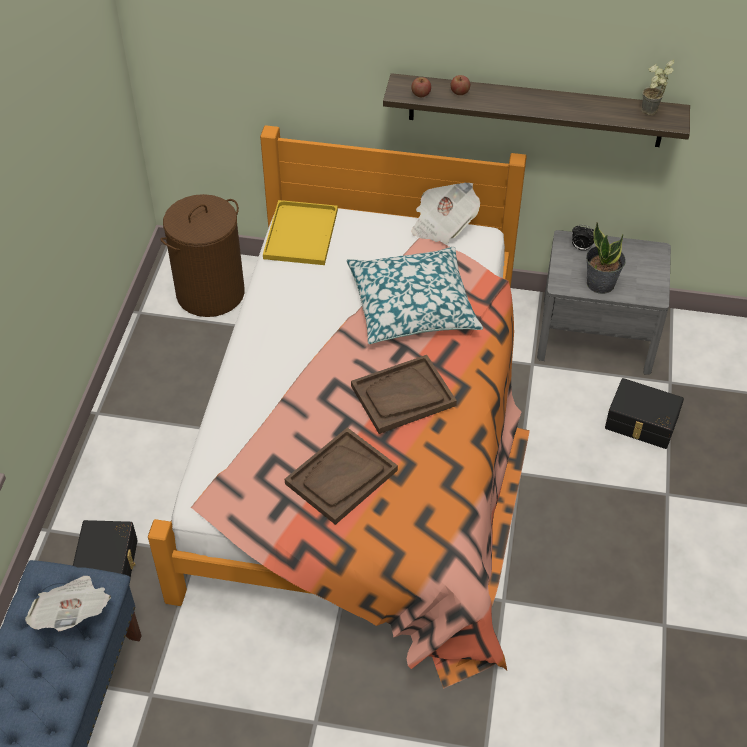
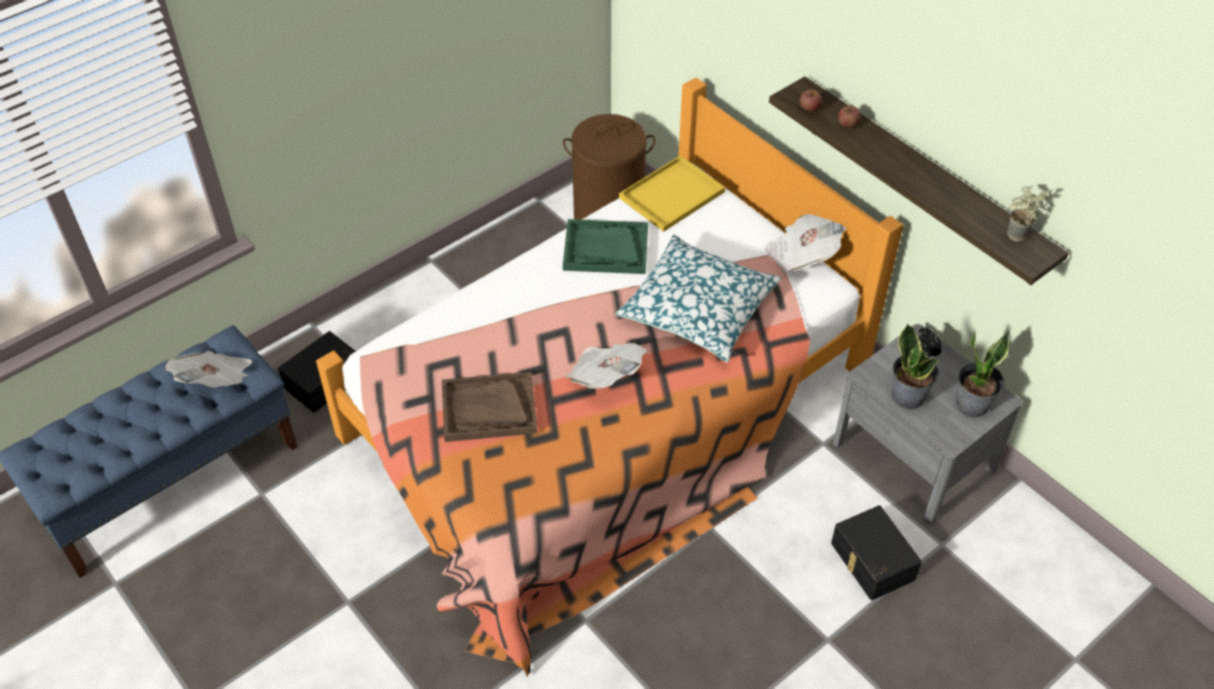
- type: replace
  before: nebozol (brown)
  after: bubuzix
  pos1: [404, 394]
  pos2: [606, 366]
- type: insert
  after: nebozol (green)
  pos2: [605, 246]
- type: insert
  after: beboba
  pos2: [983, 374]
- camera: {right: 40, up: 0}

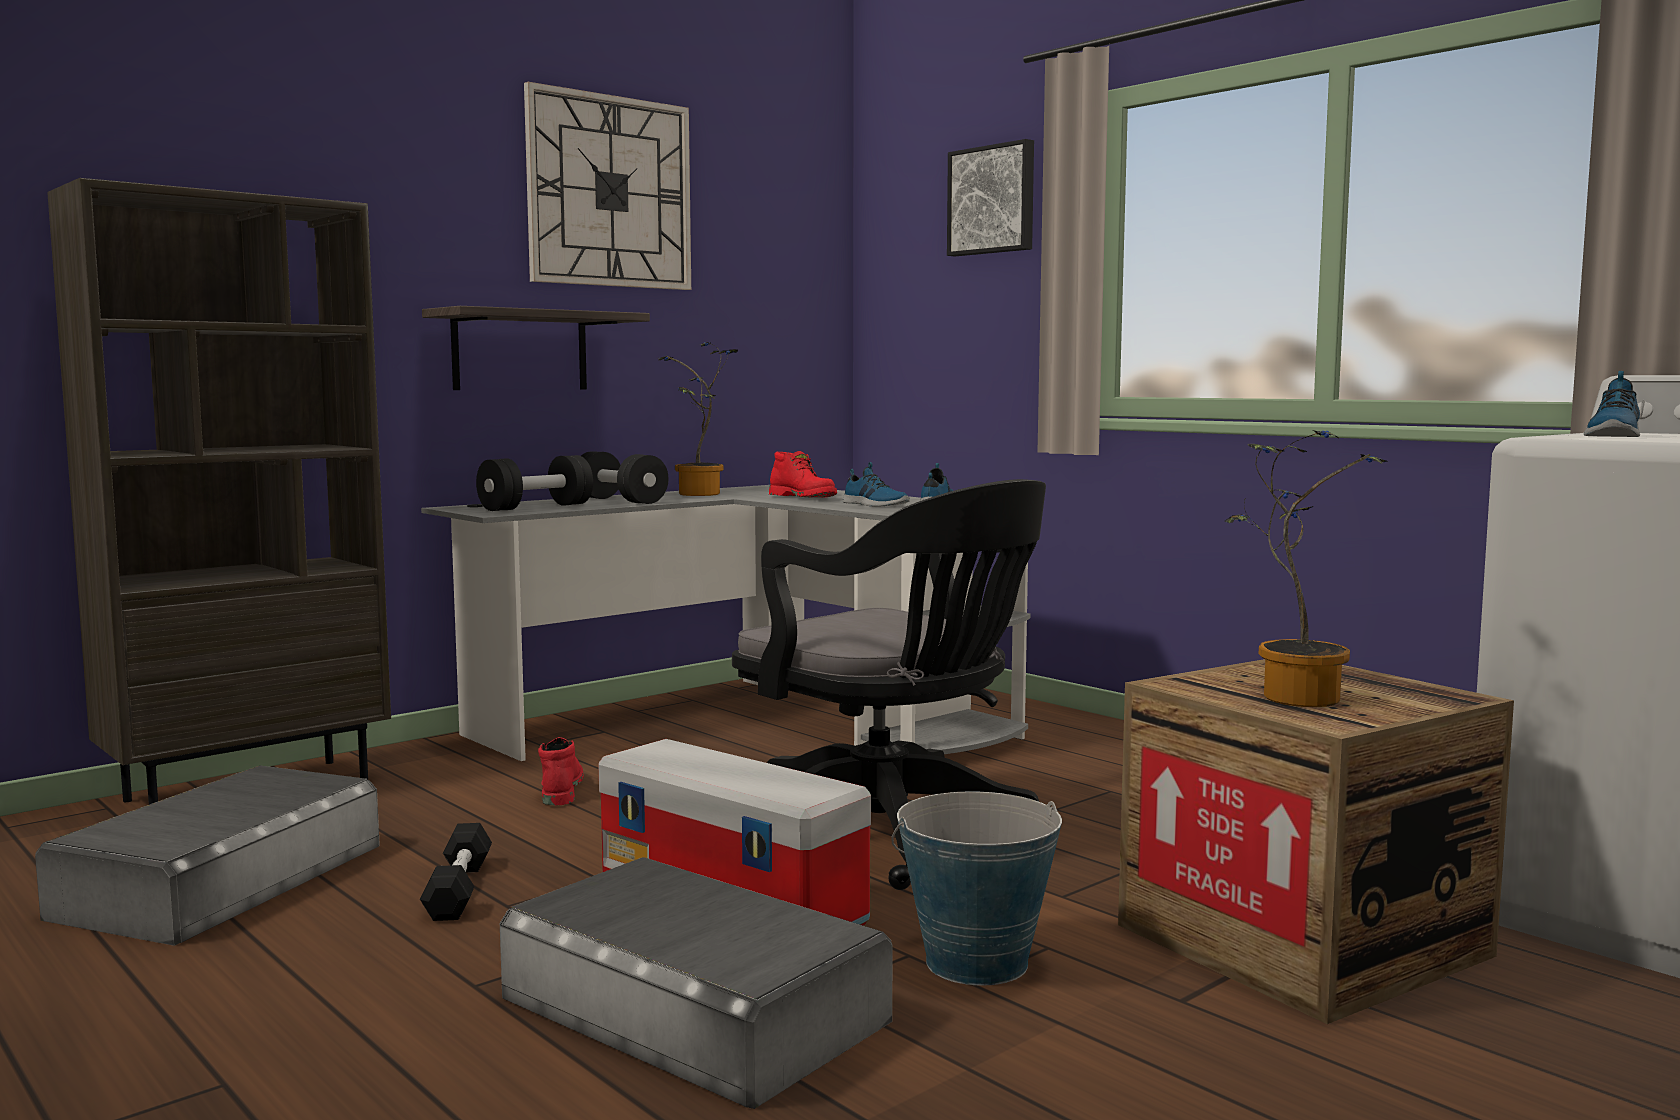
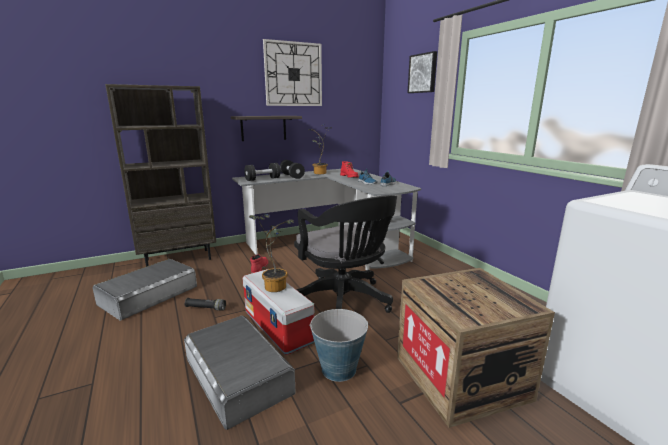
- type: replace
  before: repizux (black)
  after: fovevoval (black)
  pos1: [456, 872]
  pos2: [205, 304]
- type: move
  before: beboba
  pos1: [1306, 568]
  pos2: [271, 252]
- type: delete
  before: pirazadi
  pos1: [1612, 404]
- camera: {right: 15, up: 10}

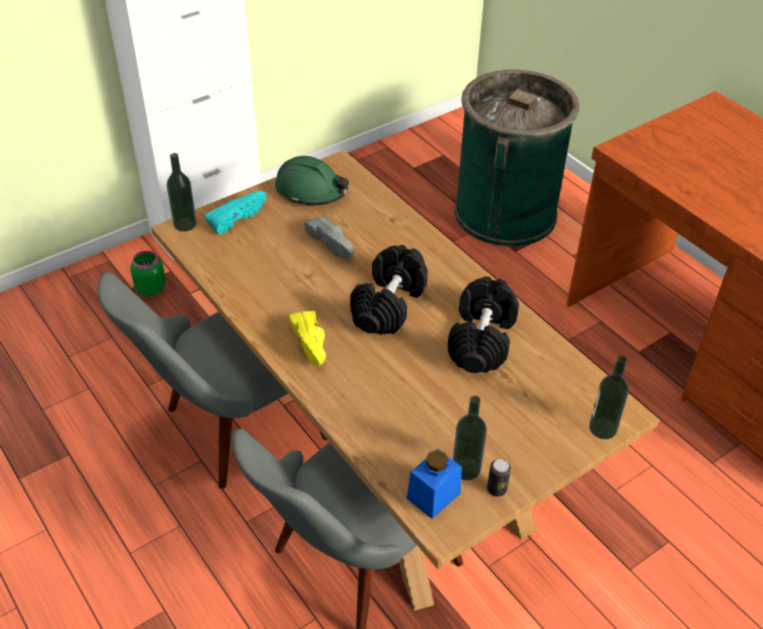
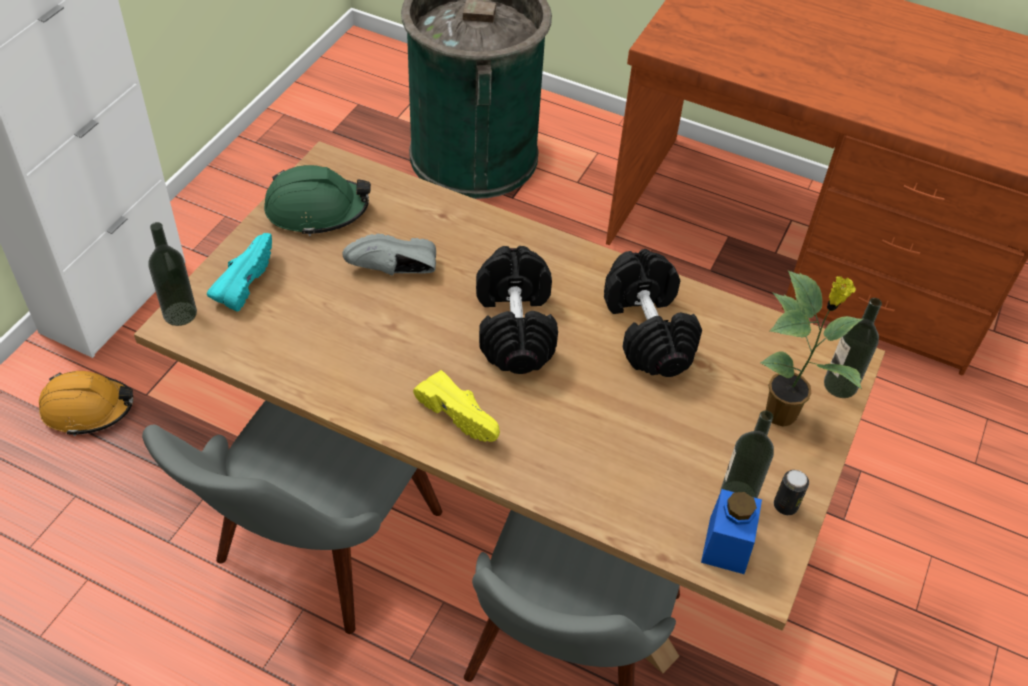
- type: replace
  before: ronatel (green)
  after: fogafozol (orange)
  pos1: [148, 274]
  pos2: [86, 403]
- type: rotate
  before: pirazadi (grey)
  pos1: [329, 236]
  pos2: [389, 255]
  turn: 150
- type: insert
  after: beboba
  pos2: [811, 348]
- camera: {right: -30, up: 5}

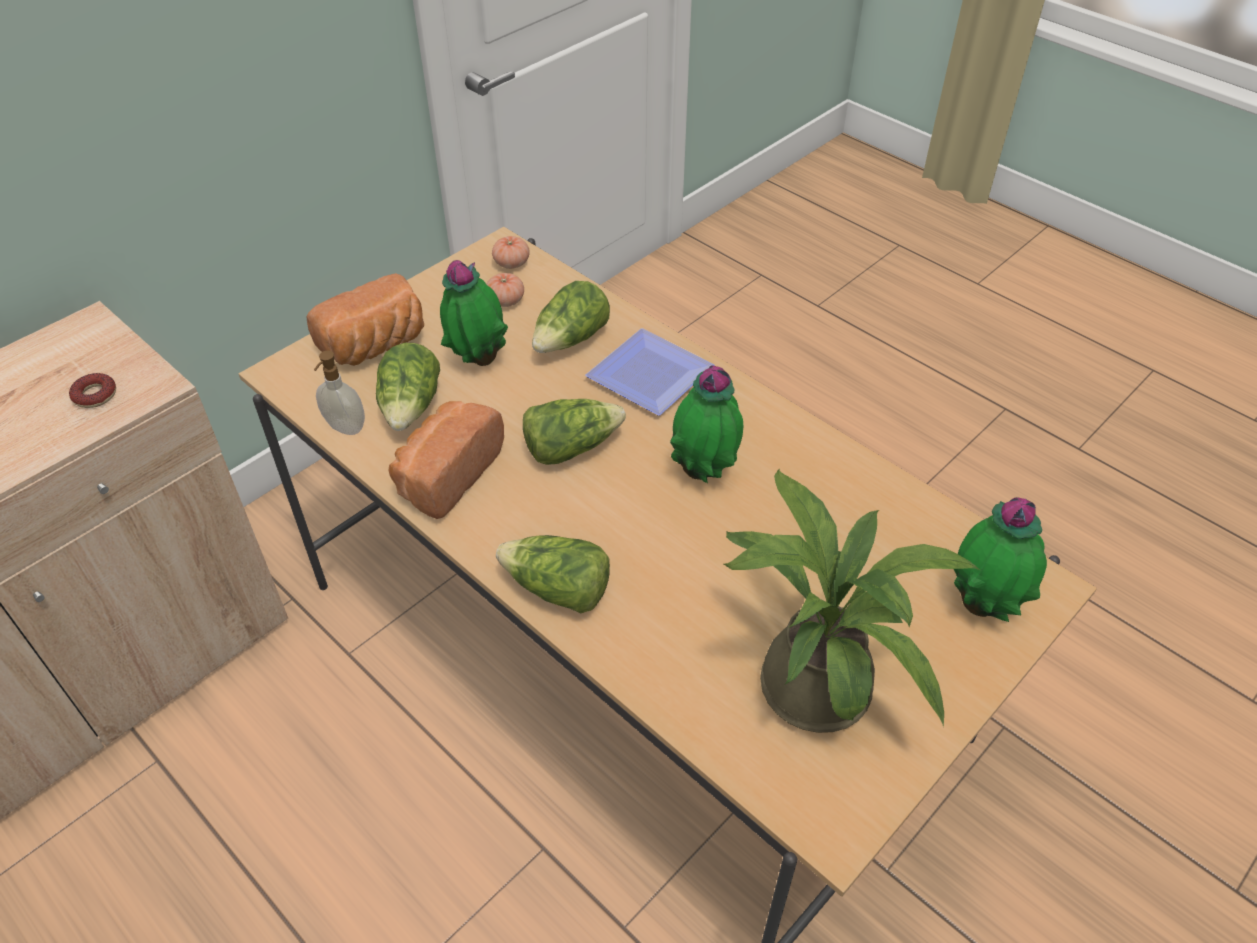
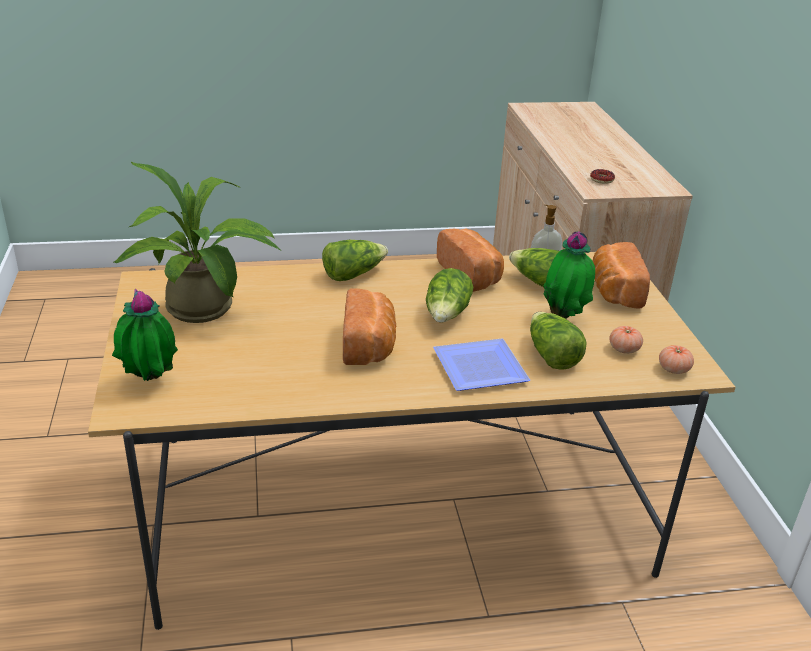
- type: replace
  before: beboba
  after: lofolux
  pos1: [707, 424]
  pos2: [369, 326]
- camera: {right: 125, up: -15}

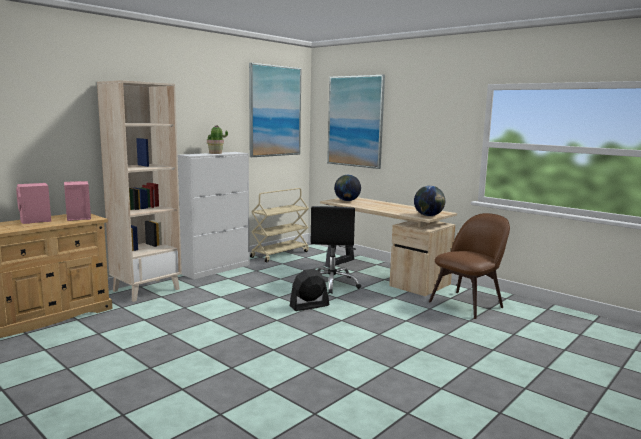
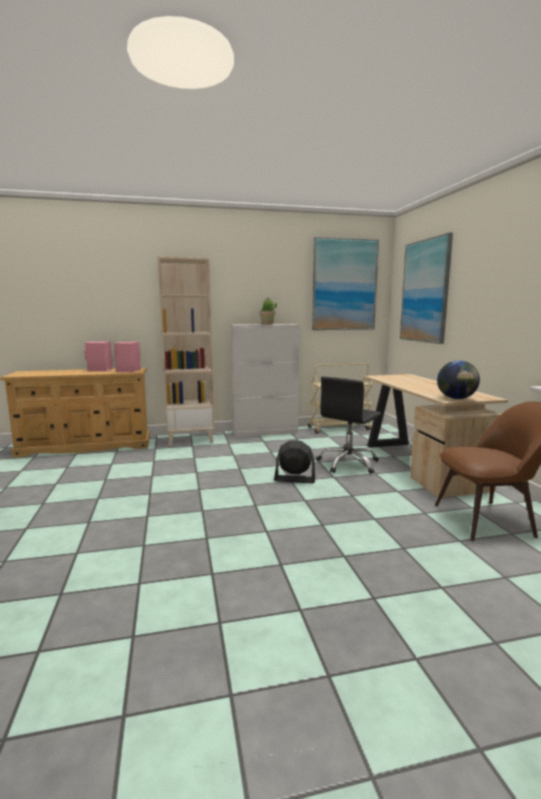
- type: delete
  before: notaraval
  pos1: [347, 188]
- camera: {right: 35, up: 0}

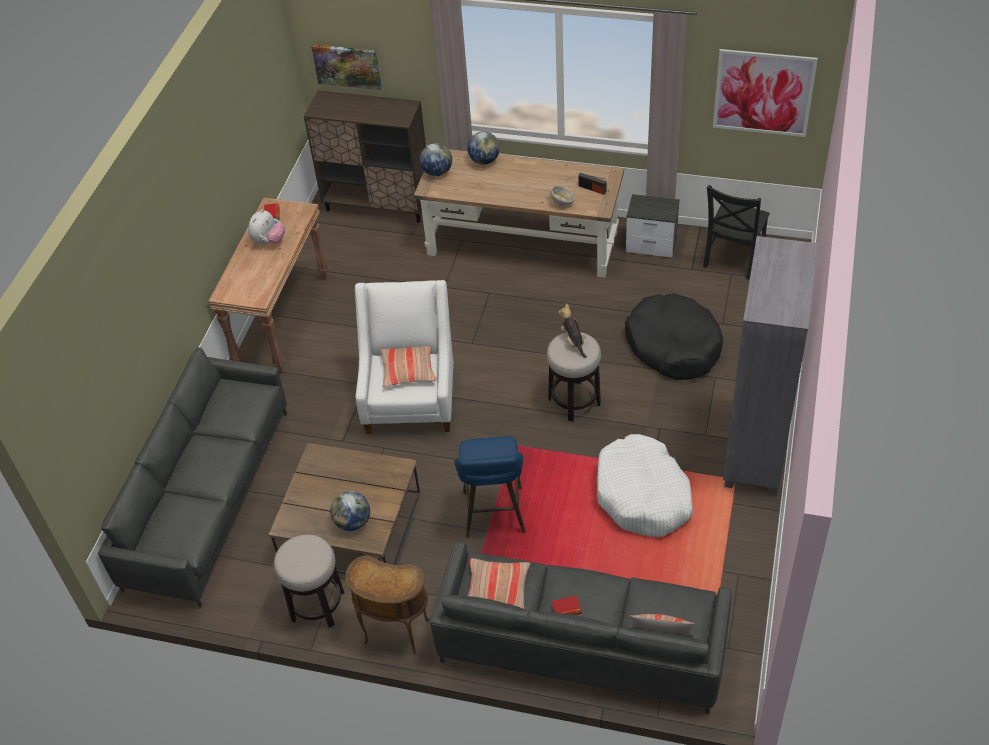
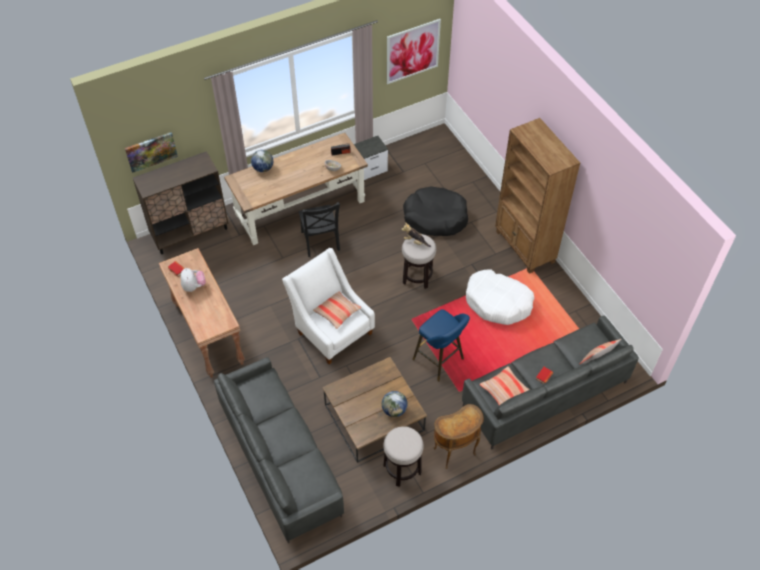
- type: delete
  before: notaraval
  pos1: [436, 159]
- type: move
  before: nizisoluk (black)
  pos1: [736, 232]
  pos2: [319, 229]
- type: recolor
  before: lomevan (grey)
  after: lomevan (brown)
  pos1: [770, 366]
  pos2: [537, 196]
- camera: {right: -45, up: 5}

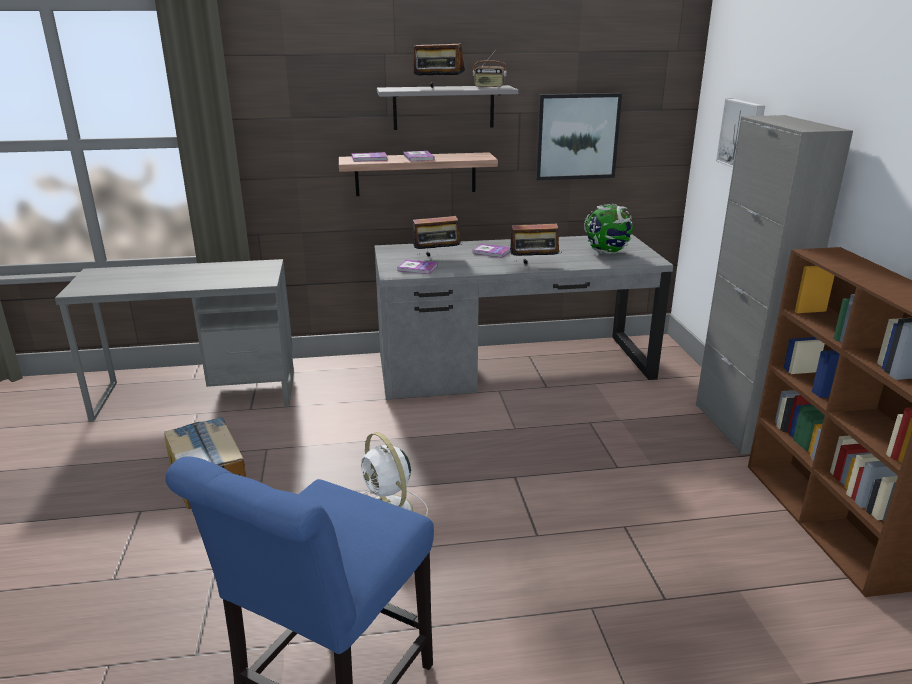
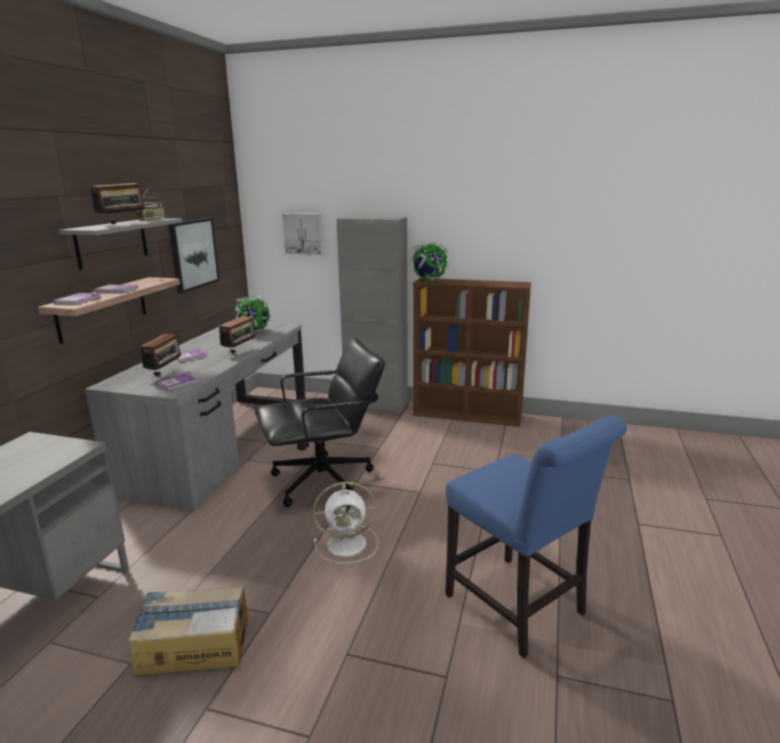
- type: insert
  after: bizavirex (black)
  pos2: [320, 422]
- type: insert
  after: notaraval
  pos2: [429, 261]
- camera: {right: -65, up: -5}

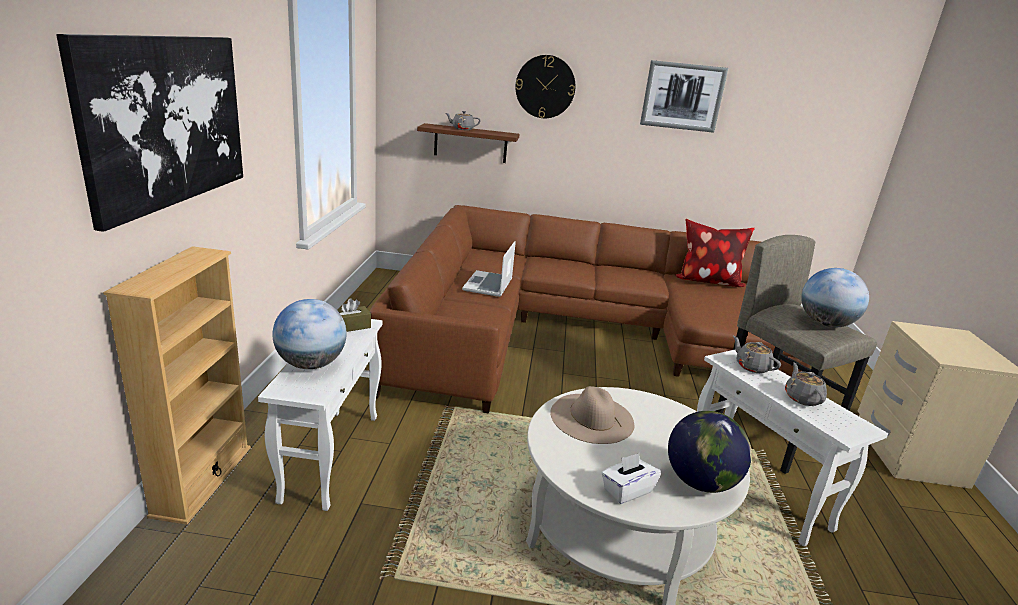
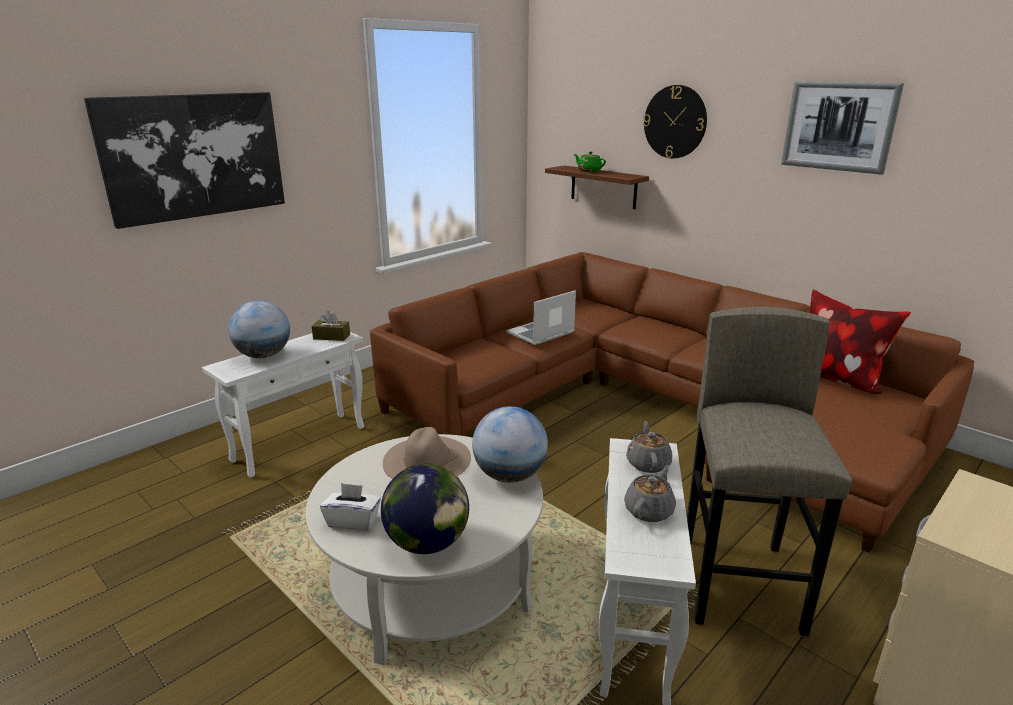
- type: delete
  before: lomevan (beige)
  pos1: [177, 385]
- type: recolor
  before: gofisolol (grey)
  after: gofisolol (green)
  pos1: [463, 120]
  pos2: [590, 162]
- type: move
  before: notaraval
  pos1: [835, 298]
  pos2: [510, 444]
- camera: {right: 40, up: 0}

